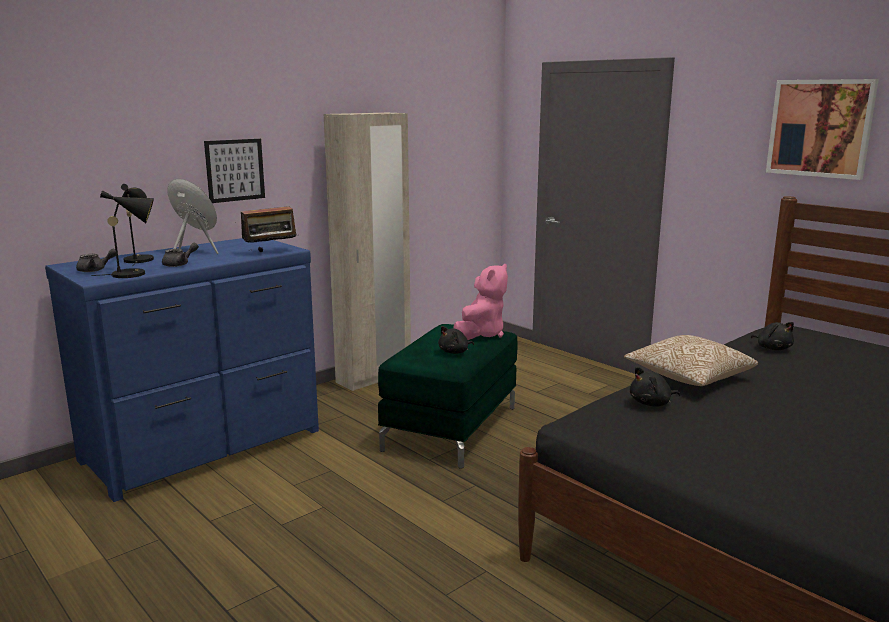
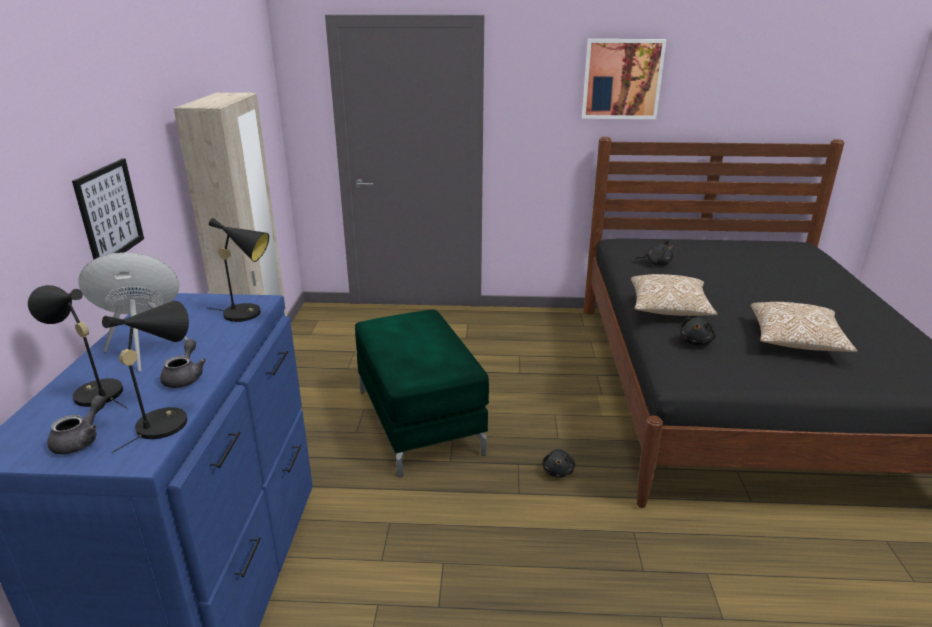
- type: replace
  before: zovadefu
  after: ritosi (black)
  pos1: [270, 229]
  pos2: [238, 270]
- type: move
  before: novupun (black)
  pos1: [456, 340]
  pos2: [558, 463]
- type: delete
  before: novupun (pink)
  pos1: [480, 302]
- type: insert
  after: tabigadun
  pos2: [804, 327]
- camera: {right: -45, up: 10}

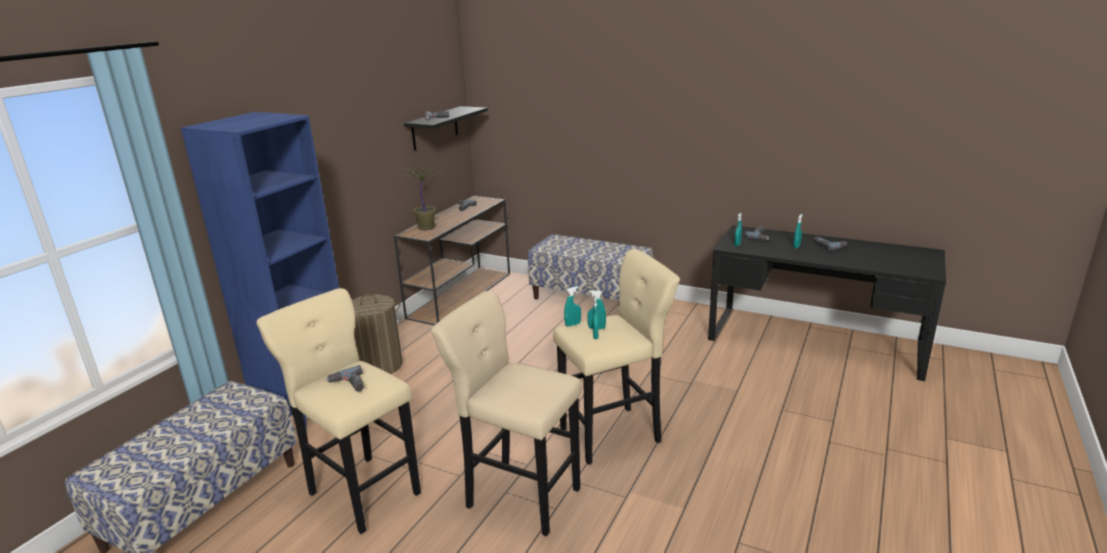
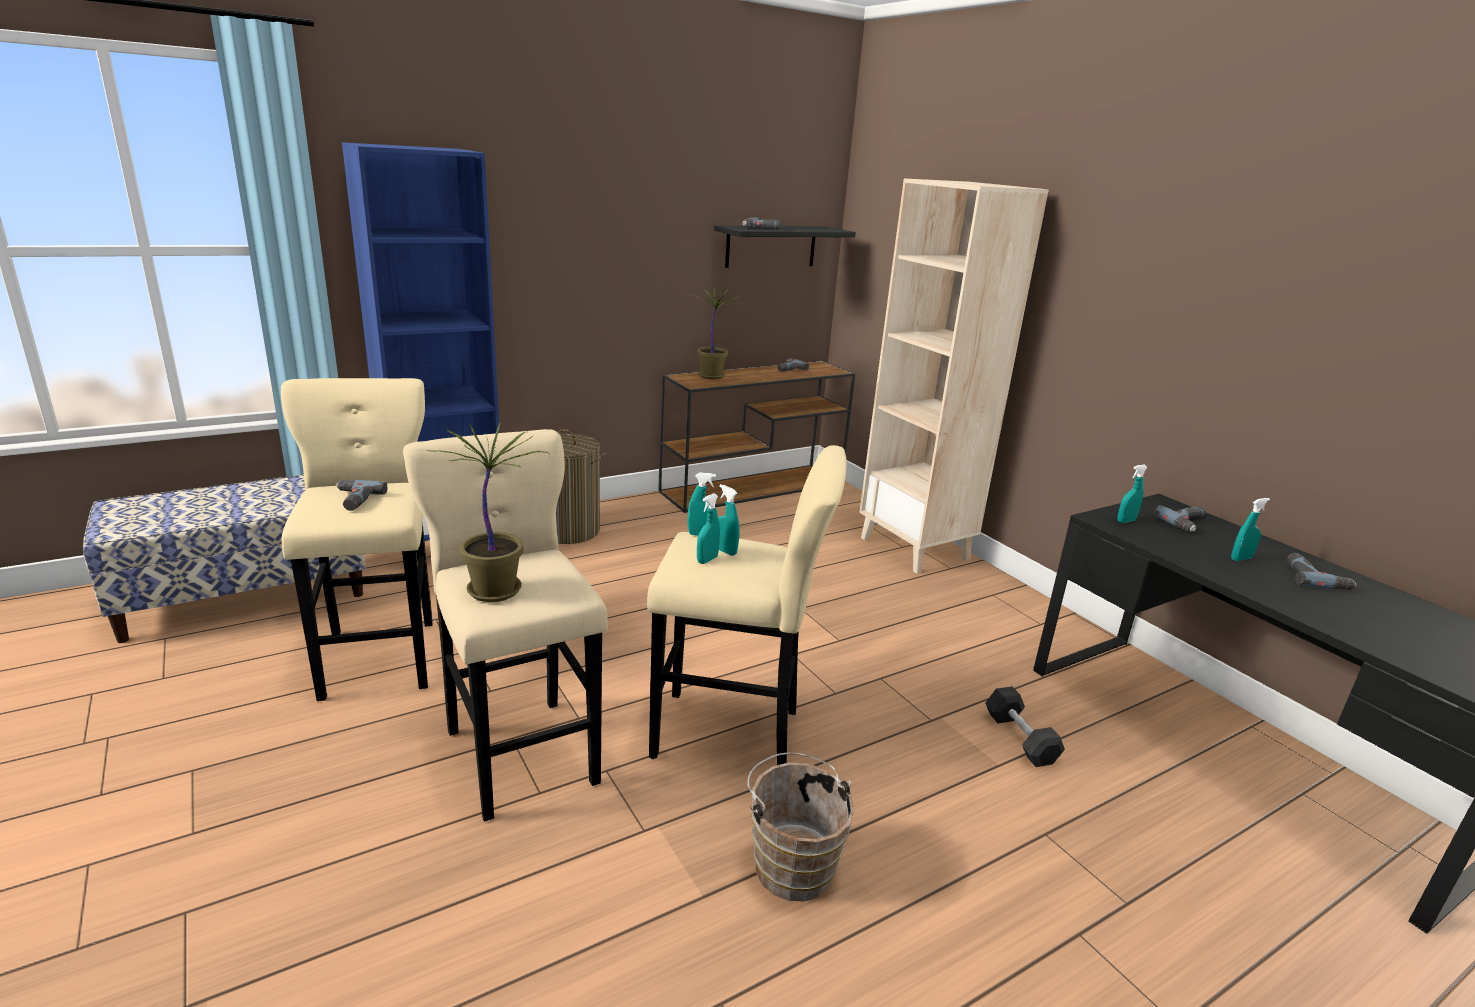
- type: replace
  before: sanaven
  after: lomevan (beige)
  pos1: [590, 267]
  pos2: [954, 376]
- type: insert
  after: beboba
  pos2: [488, 512]
- type: insert
  after: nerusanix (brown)
  pos2: [800, 827]
- type: insert
  after: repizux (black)
  pos2: [1025, 727]
- camera: {right: 30, up: 0}

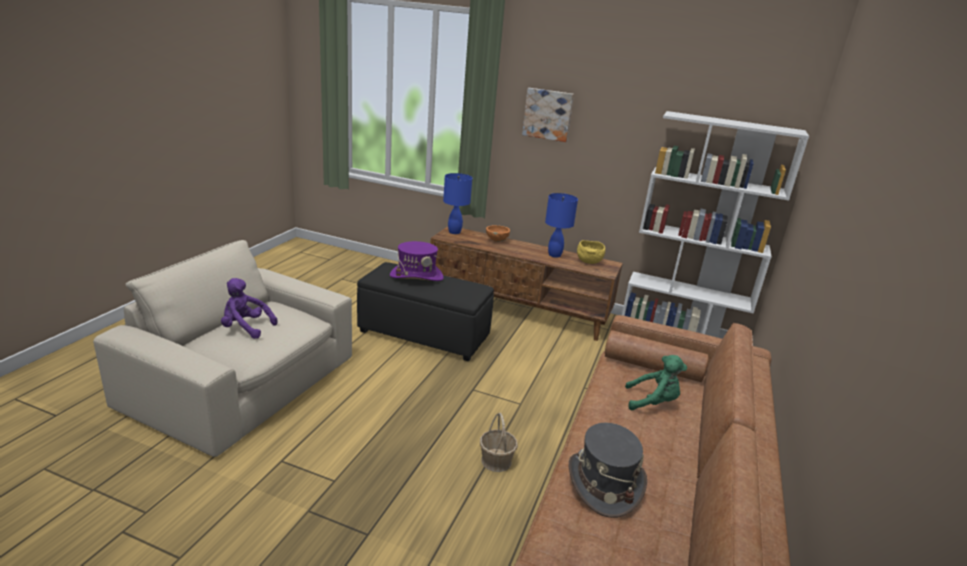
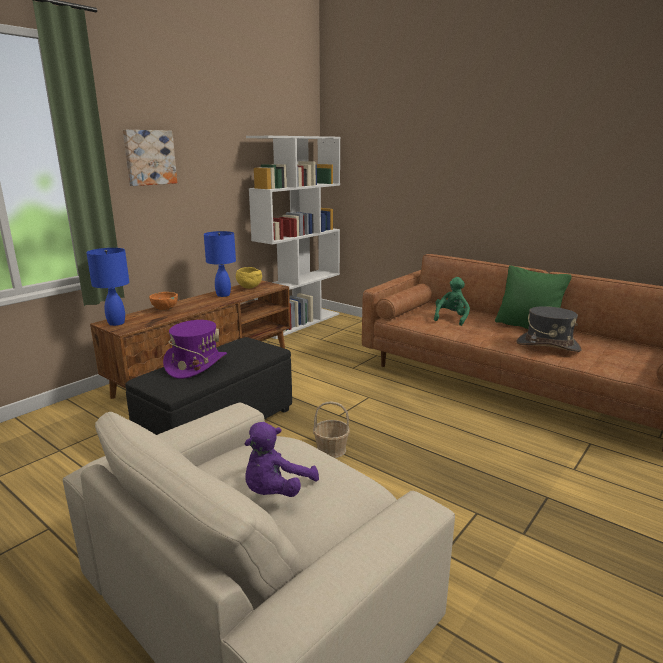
- type: move
  before: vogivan
  pos1: [499, 442]
  pos2: [331, 429]
- type: insert
  after: tabigadun (green)
  pos2: [533, 297]
- camera: {right: -70, up: -5}

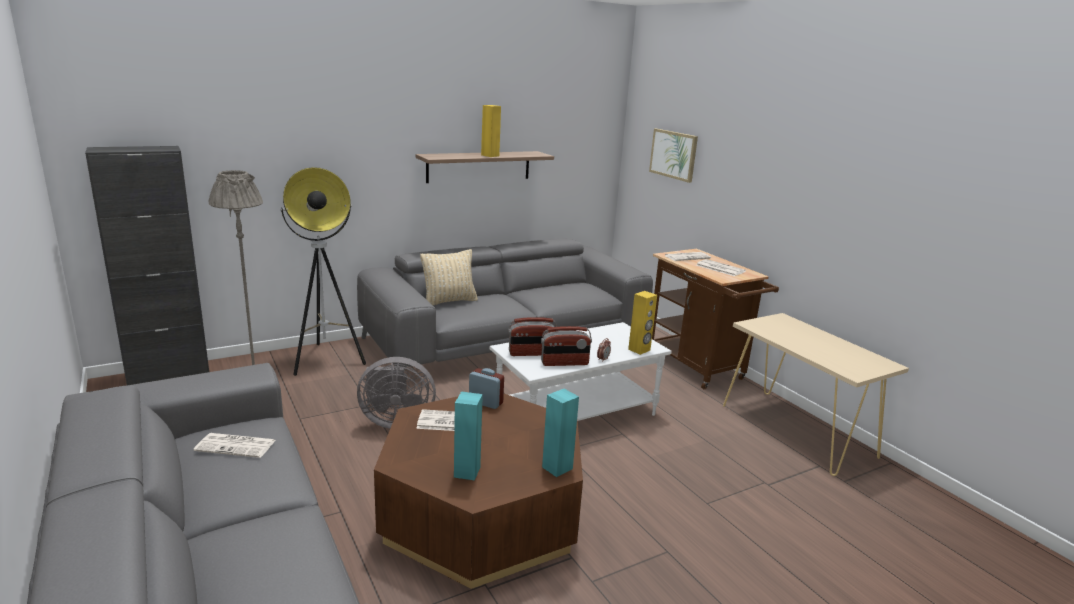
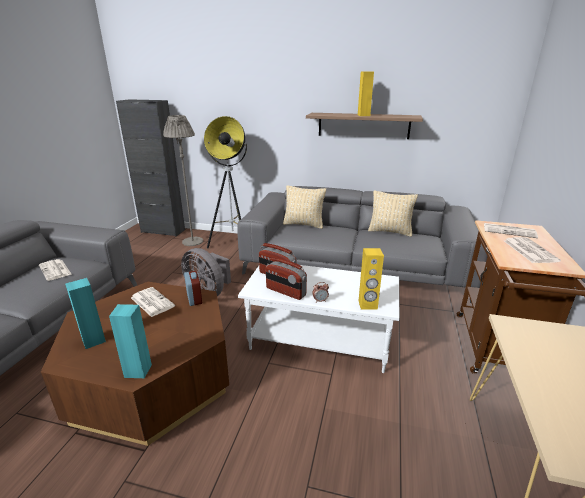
- type: delete
  before: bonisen
  pos1: [673, 156]
- type: insert
  after: tabigadun (beige)
  pos2: [393, 214]
- camera: {right: 45, up: 5}

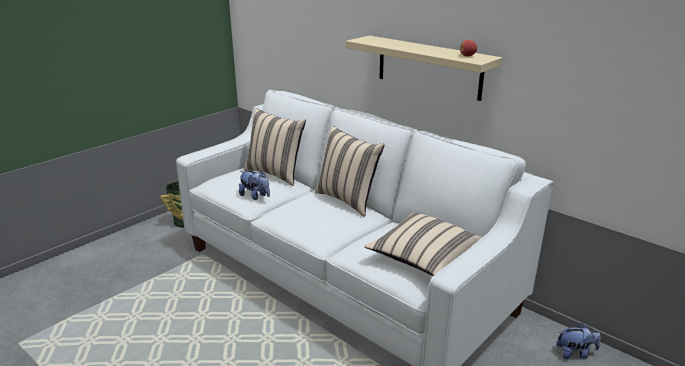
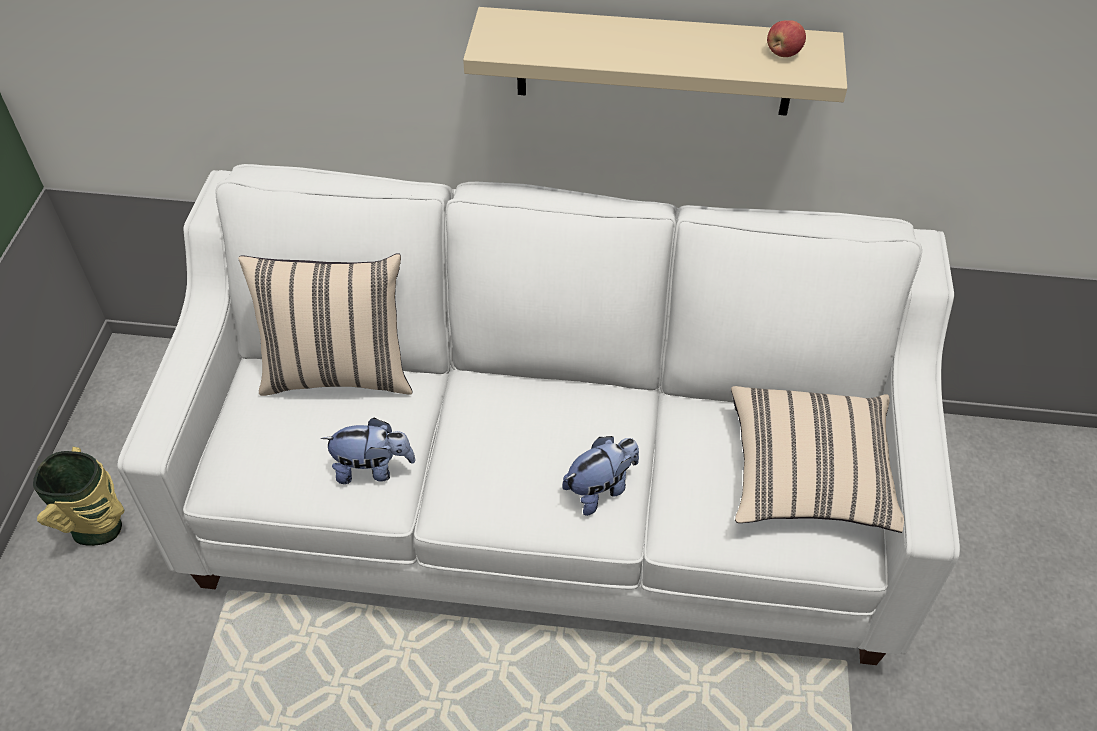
- type: delete
  before: tabigadun (beige)
  pos1: [349, 171]
- type: move
  before: novupun
  pos1: [578, 341]
  pos2: [600, 476]
- camera: {right: -35, up: 25}

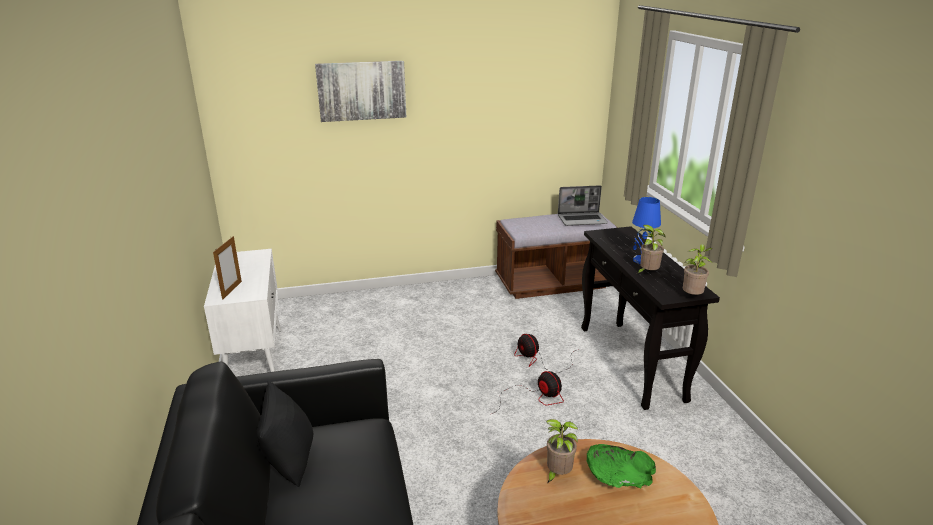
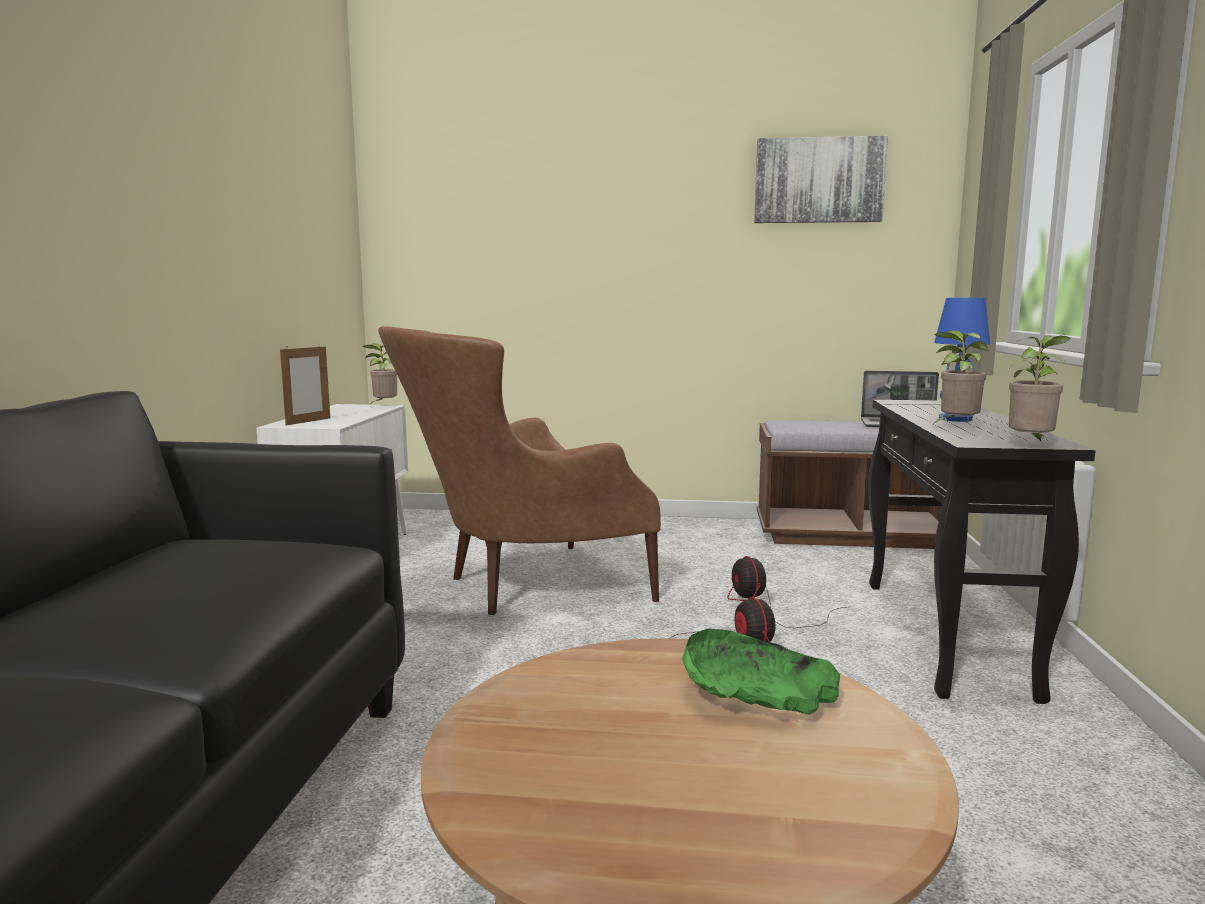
- type: delete
  before: tabigadun (black)
  pos1: [284, 434]
- type: move
  before: bonisen
  pos1: [360, 91]
  pos2: [821, 179]
- type: move
  before: beboba
  pos1: [562, 451]
  pos2: [379, 374]
- type: insert
  after: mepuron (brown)
  pos2: [519, 470]
- camera: {right: 20, up: -15}

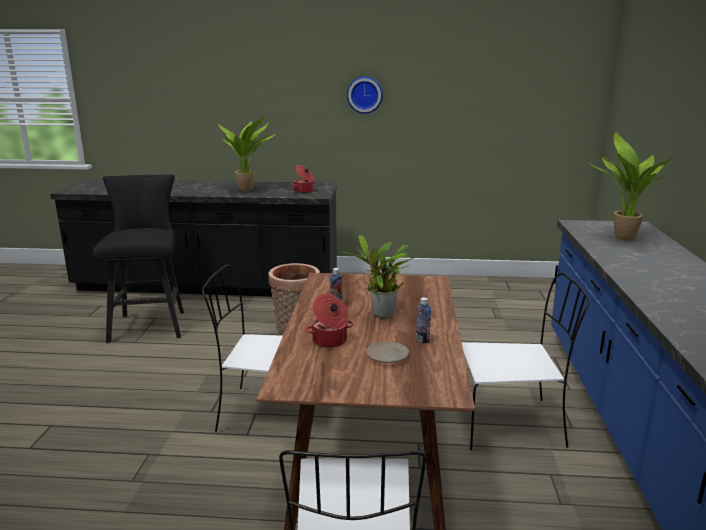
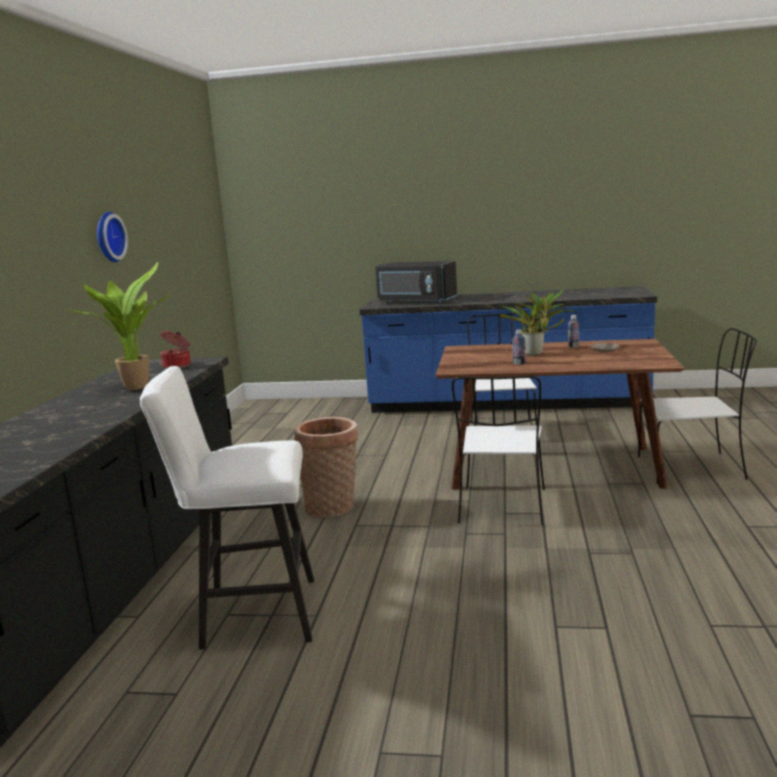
- type: recolor
  before: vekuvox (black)
  after: vekuvox (white)
  pos1: [138, 258]
  pos2: [227, 508]
- type: delete
  before: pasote
  pos1: [329, 321]
- type: replace
  before: beboba
  after: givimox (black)
  pos1: [631, 186]
  pos2: [416, 282]
- camera: {right: -85, up: -5}

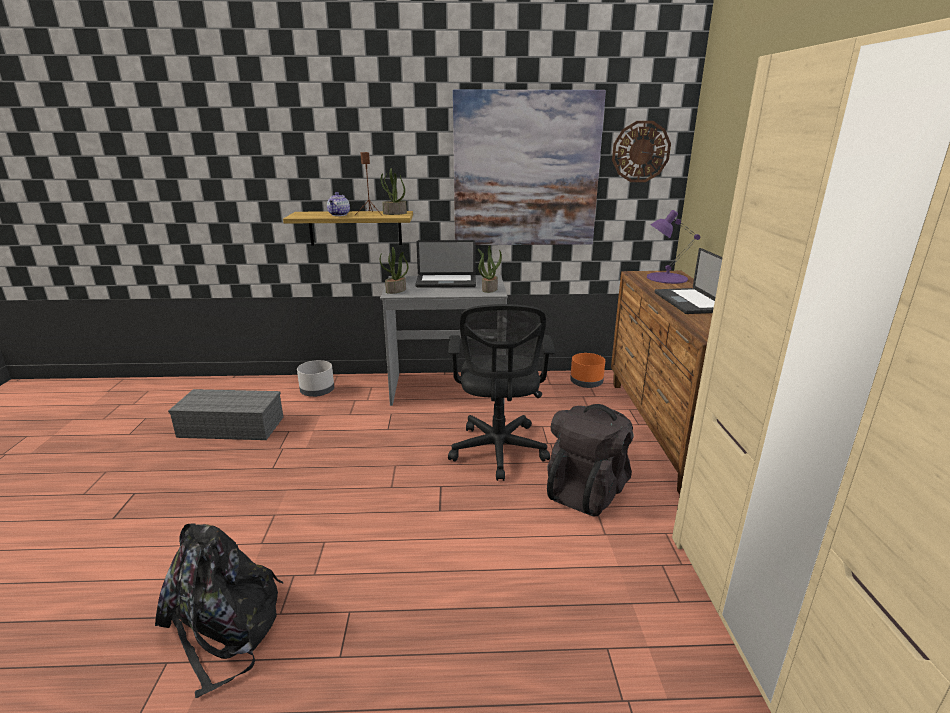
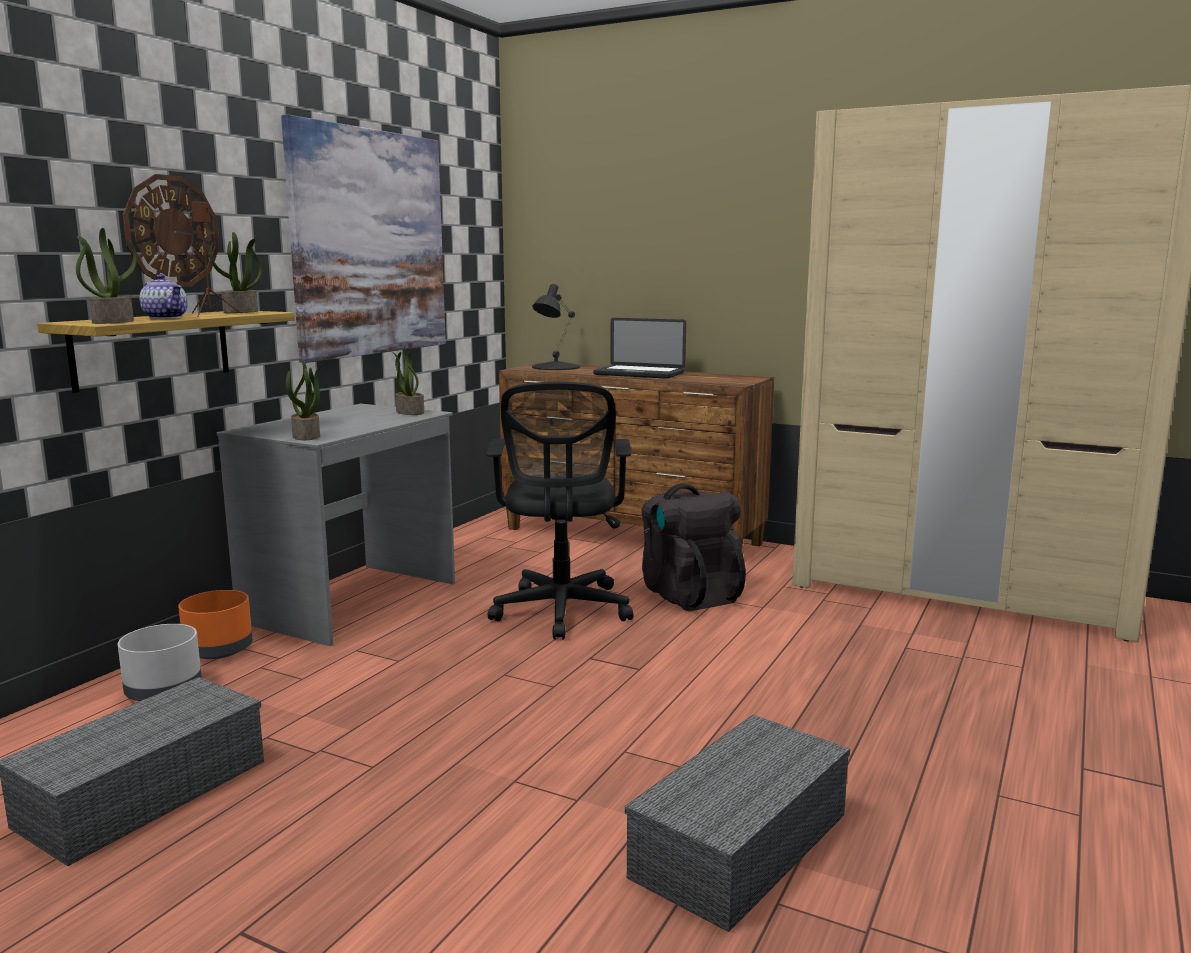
- type: replace
  before: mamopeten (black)
  after: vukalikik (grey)
  pos1: [219, 610]
  pos2: [737, 823]
- type: delete
  before: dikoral
  pos1: [445, 264]
- type: rotate
  before: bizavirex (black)
  pos1: [501, 392]
  pos2: [560, 511]
  turn: 60
- type: move
  before: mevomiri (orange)
  pos1: [587, 370]
  pos2: [215, 624]
- type: move
  before: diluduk
  pos1: [641, 151]
  pos2: [171, 230]
- type: recolor
  before: ritosi (purple)
  after: ritosi (black)
  pos1: [673, 247]
  pos2: [556, 327]
- type: insert
  after: beboba
  pos2: [106, 276]
- camera: {right: -60, up: -10}

